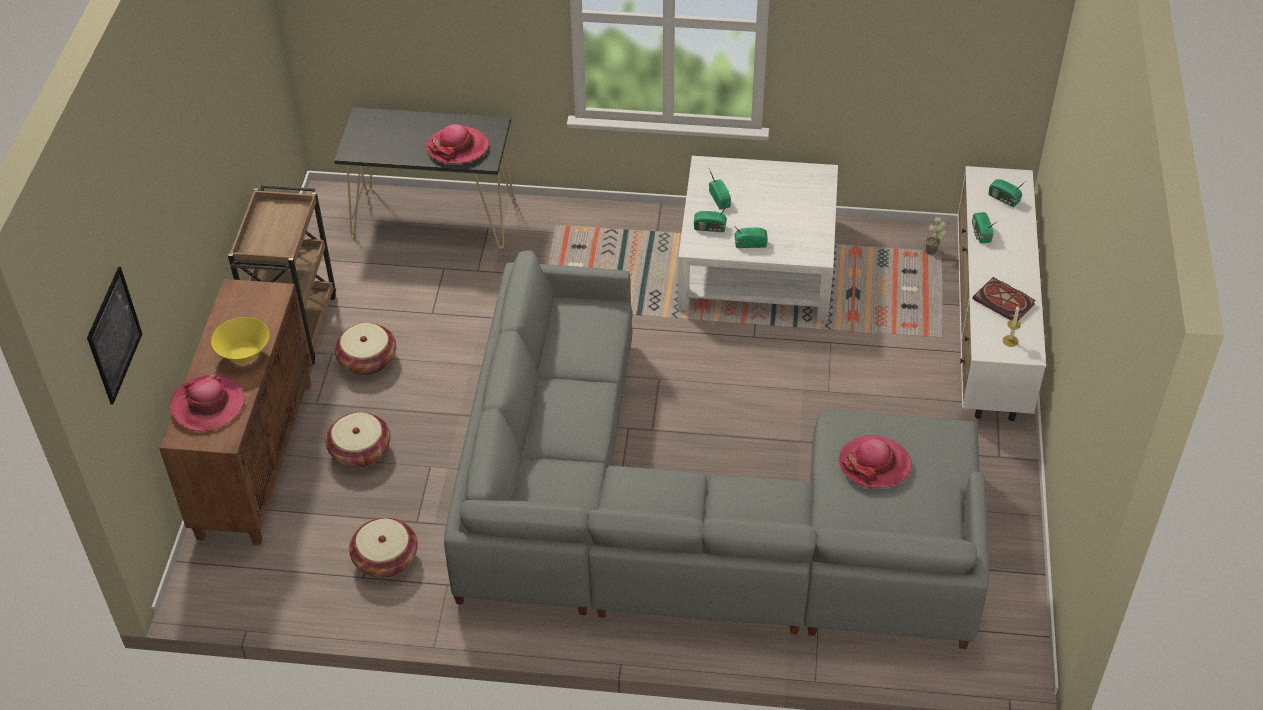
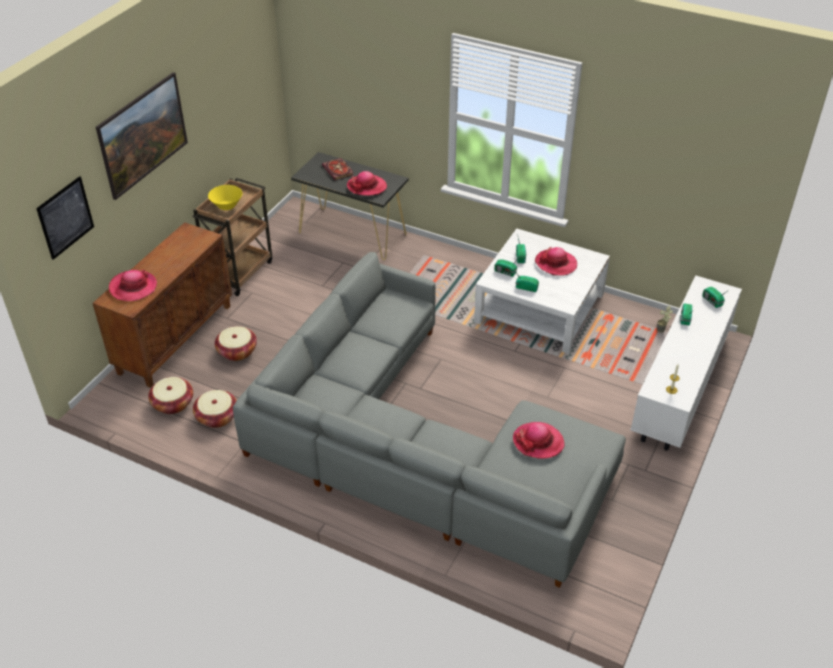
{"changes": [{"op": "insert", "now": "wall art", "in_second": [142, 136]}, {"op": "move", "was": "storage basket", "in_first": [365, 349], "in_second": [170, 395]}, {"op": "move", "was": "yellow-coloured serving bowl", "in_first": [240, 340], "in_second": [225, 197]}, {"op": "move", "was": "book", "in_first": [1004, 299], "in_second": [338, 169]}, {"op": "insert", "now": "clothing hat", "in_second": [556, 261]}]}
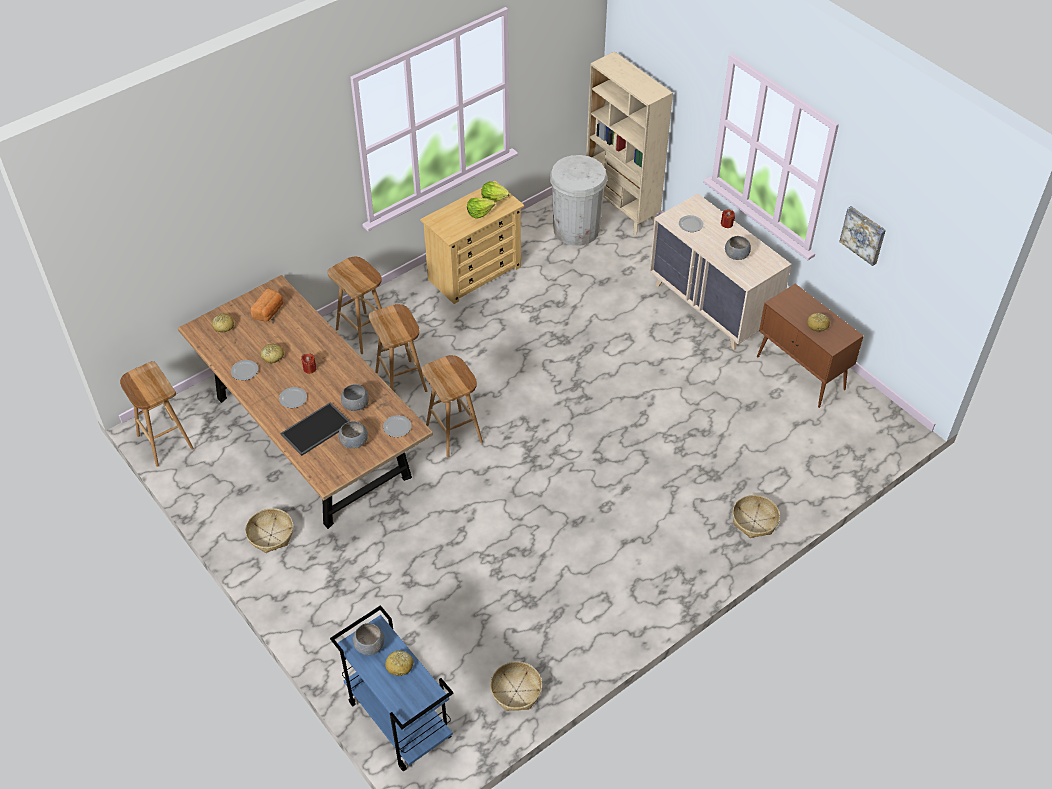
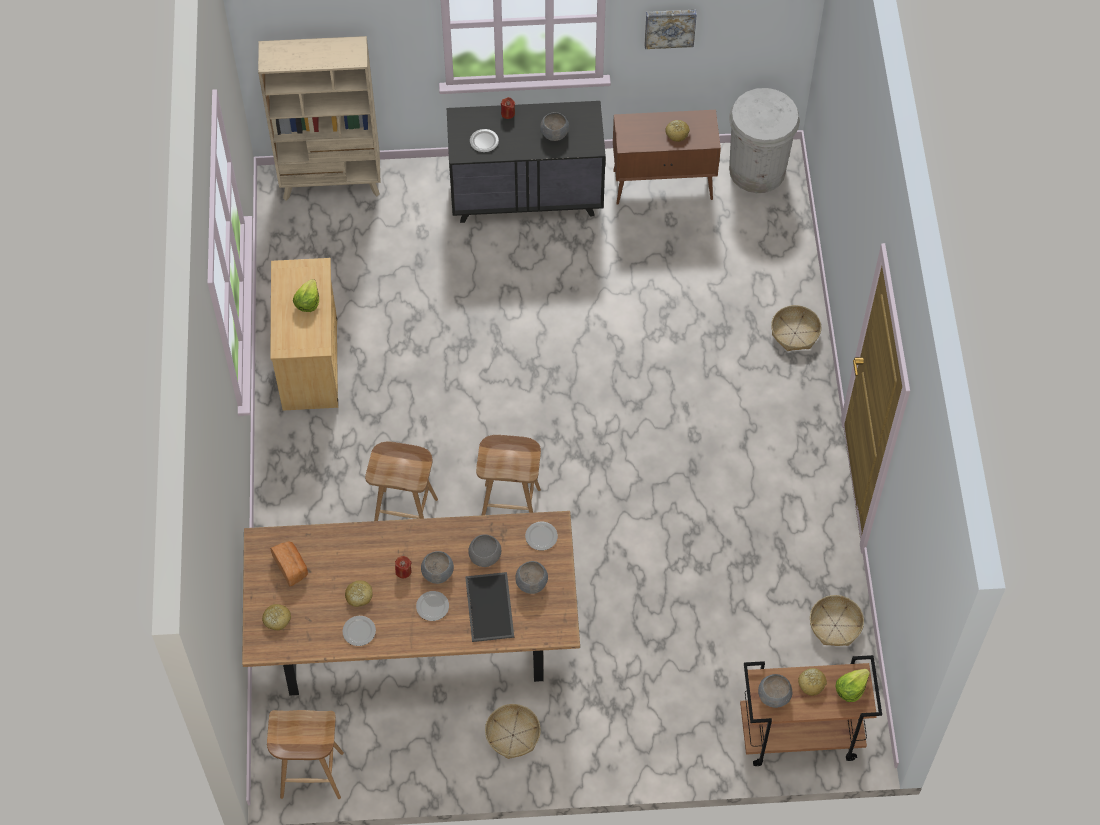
{"changes": [{"op": "insert", "now": "grey serving bowl", "in_second": [437, 567]}, {"op": "recolor", "was": "beige drawer chest", "now": "black-coloured drawer chest", "in_first": [720, 271], "in_second": [526, 162]}, {"op": "move", "was": "whitish waste bin", "in_first": [578, 200], "in_second": [764, 140]}, {"op": "recolor", "was": "blue trolley", "now": "brownish trolley", "in_first": [391, 688], "in_second": [811, 710]}, {"op": "move", "was": "lettuce head", "in_first": [496, 191], "in_second": [853, 685]}, {"op": "delete", "was": "brownish stool seat", "in_first": [354, 305]}]}
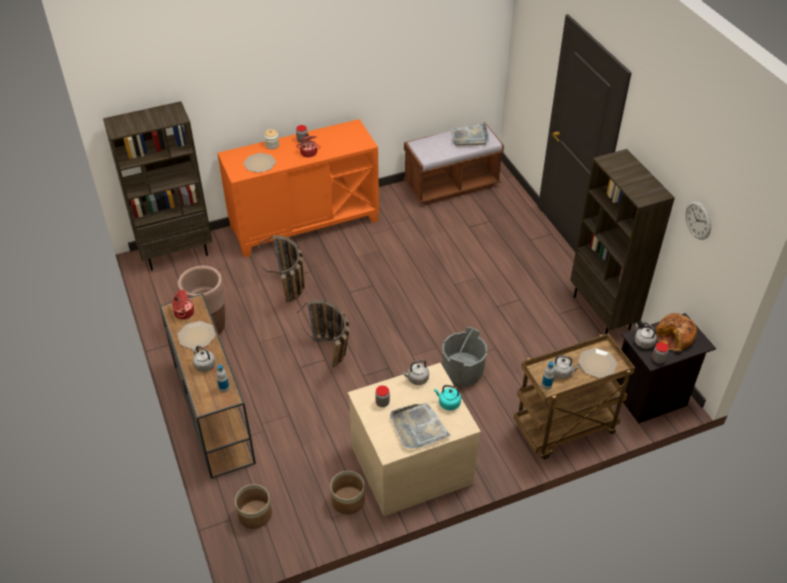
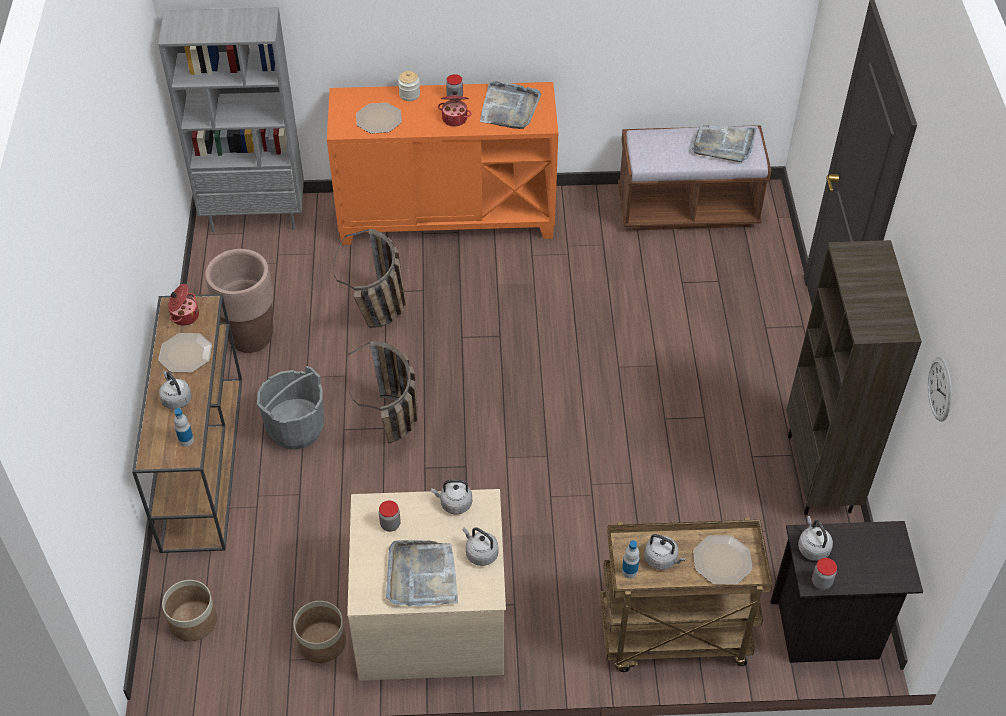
{"changes": [{"op": "recolor", "was": "brownish bookshelf", "now": "grey bookshelf", "in_first": [157, 186], "in_second": [231, 119]}, {"op": "move", "was": "grey water bucket", "in_first": [464, 357], "in_second": [290, 408]}, {"op": "recolor", "was": "blue-green tea kettle", "now": "grey tea kettle", "in_first": [447, 397], "in_second": [481, 546]}, {"op": "insert", "now": "grey serving tray", "in_second": [510, 105]}, {"op": "delete", "was": "bakery bread", "in_first": [676, 332]}]}
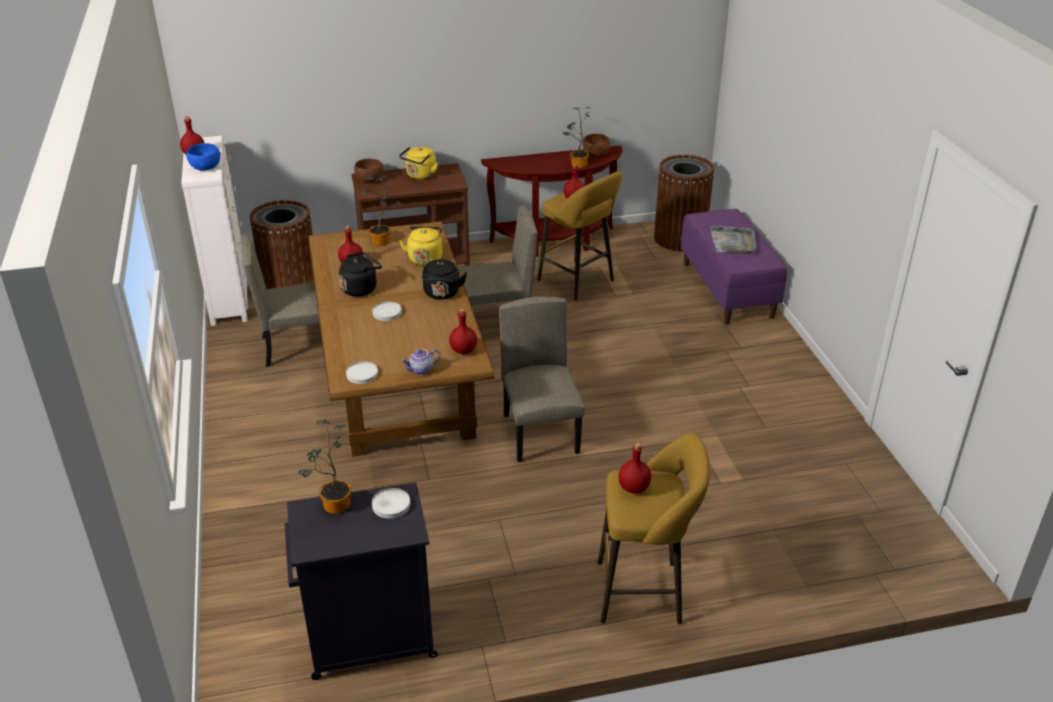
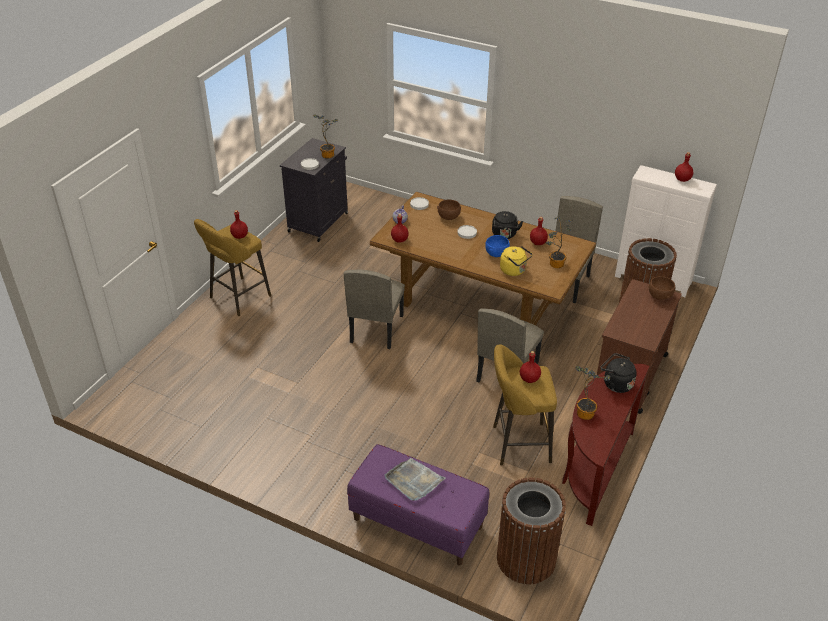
{"changes": [{"op": "rotate", "was": "beige upright chair", "in_first": [542, 379], "in_second": [374, 309], "clockwise": 75}, {"op": "move", "was": "brownish serving bowl", "in_first": [596, 145], "in_second": [449, 210]}, {"op": "move", "was": "blue serving bowl", "in_first": [203, 157], "in_second": [497, 246]}, {"op": "move", "was": "black-coloured tea kettle", "in_first": [444, 279], "in_second": [619, 373]}, {"op": "delete", "was": "yellow-coloured tea kettle", "in_first": [418, 163]}]}
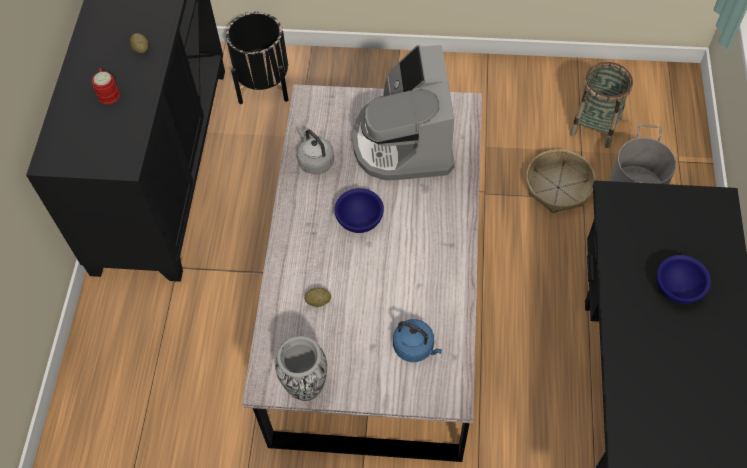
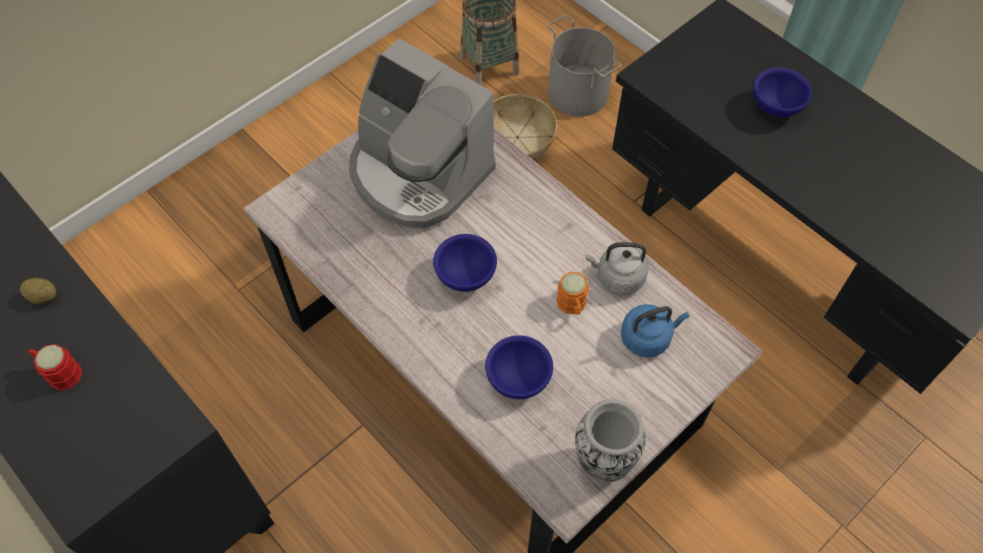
{"changes": [{"op": "replace", "was": "potato", "now": "blue serving bowl", "in_first": [317, 297], "in_second": [519, 367]}, {"op": "insert", "now": "orange-coloured coffee mug", "in_second": [572, 293]}, {"op": "move", "was": "grey tea kettle", "in_first": [315, 151], "in_second": [617, 268]}, {"op": "delete", "was": "black-coloured flower pot", "in_first": [257, 58]}]}
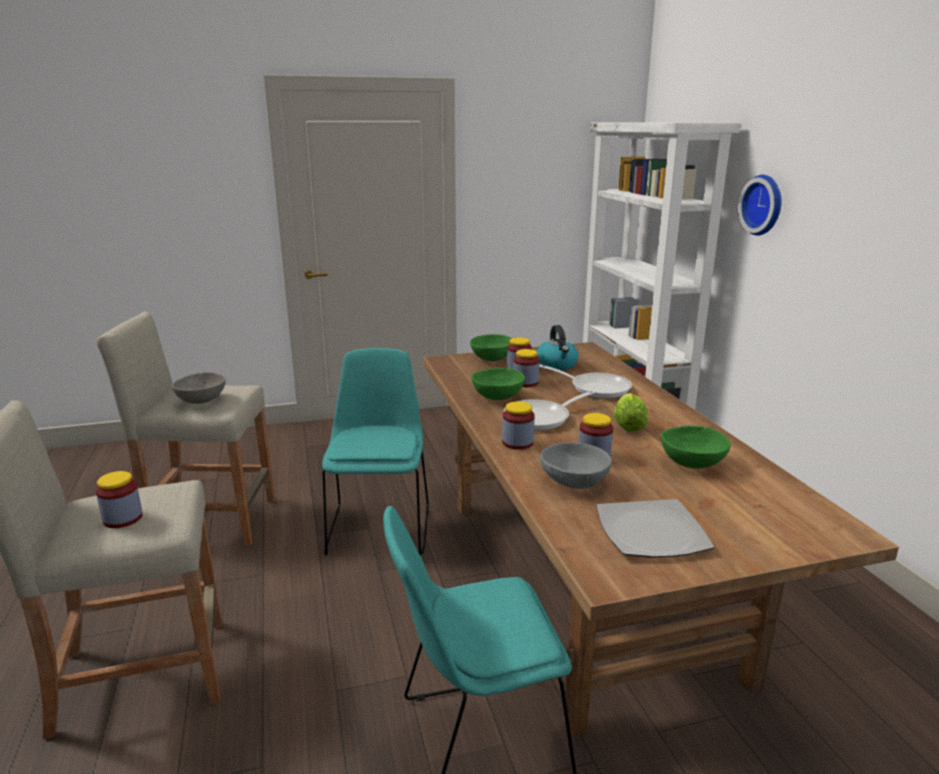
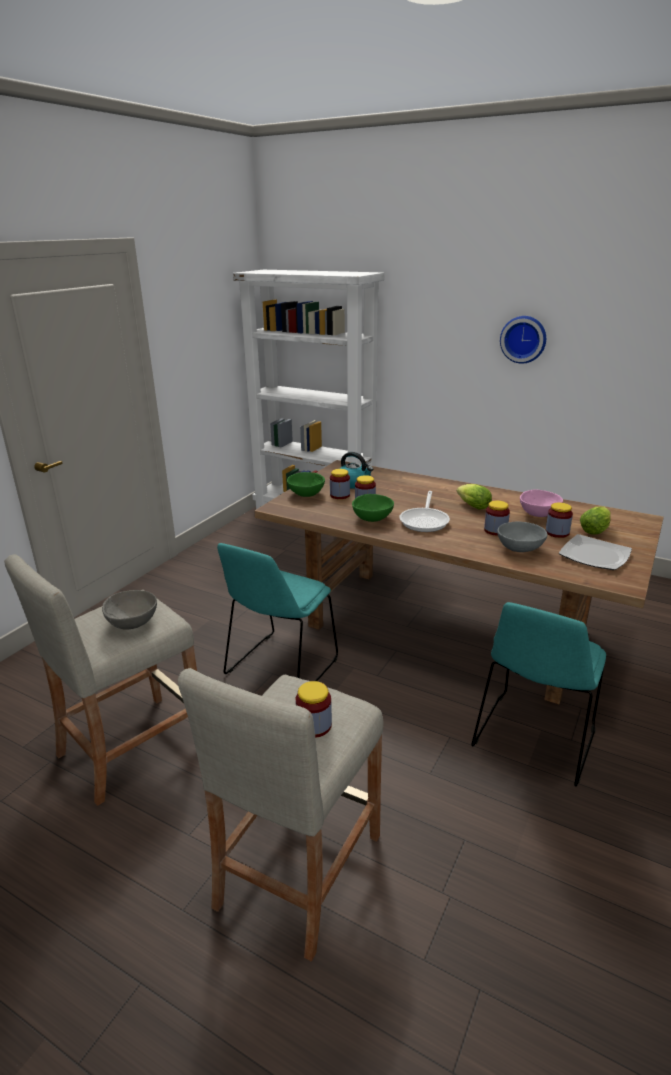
{"changes": [{"op": "rotate", "was": "blue-green upright chair", "in_first": [375, 452], "in_second": [277, 612], "clockwise": -105}, {"op": "move", "was": "wall clock", "in_first": [760, 205], "in_second": [523, 340]}, {"op": "recolor", "was": "green-coloured serving bowl", "now": "pinkish serving bowl", "in_first": [696, 447], "in_second": [541, 503]}, {"op": "move", "was": "preserve jar", "in_first": [518, 425], "in_second": [559, 520]}, {"op": "insert", "now": "lettuce head", "in_second": [595, 521]}, {"op": "delete", "was": "frying pan", "in_first": [585, 381]}]}
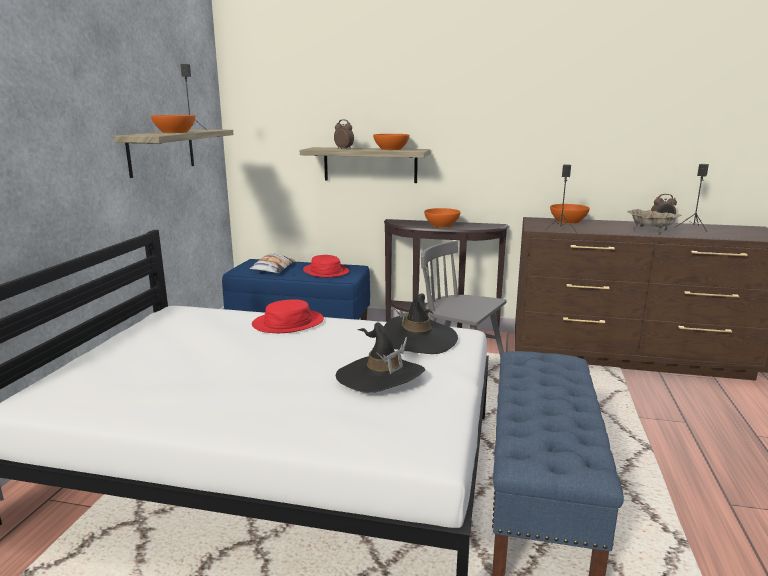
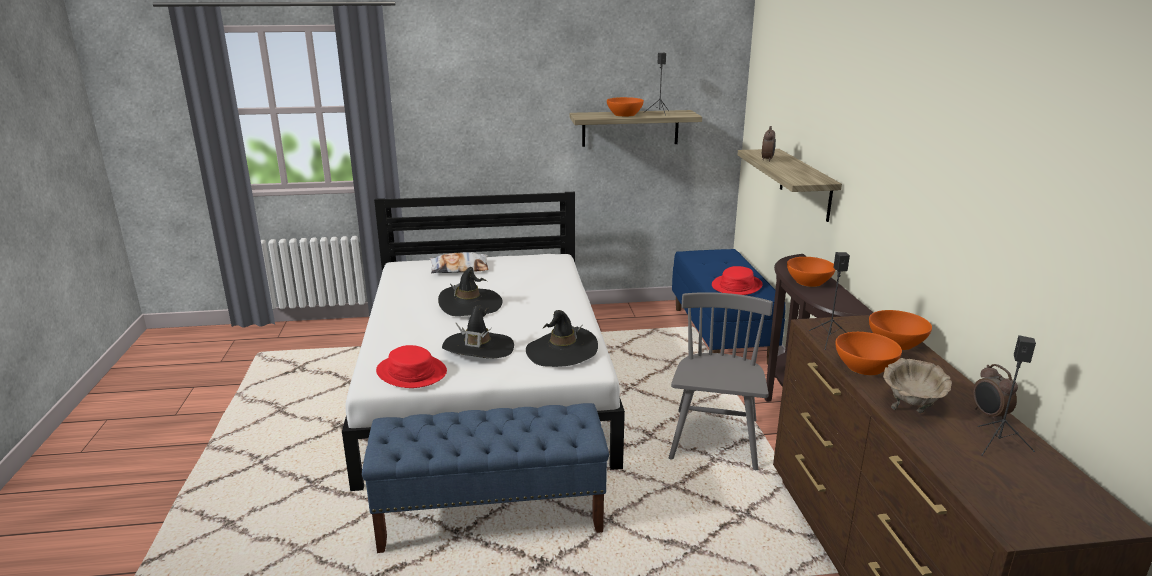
{"changes": [{"op": "move", "was": "red-coloured clothing hat", "in_first": [288, 316], "in_second": [411, 366]}, {"op": "move", "was": "throw pillow", "in_first": [272, 263], "in_second": [459, 262]}, {"op": "insert", "now": "black-coloured clothing hat", "in_second": [470, 291]}, {"op": "move", "was": "orange-coloured serving bowl", "in_first": [391, 142], "in_second": [868, 353]}]}
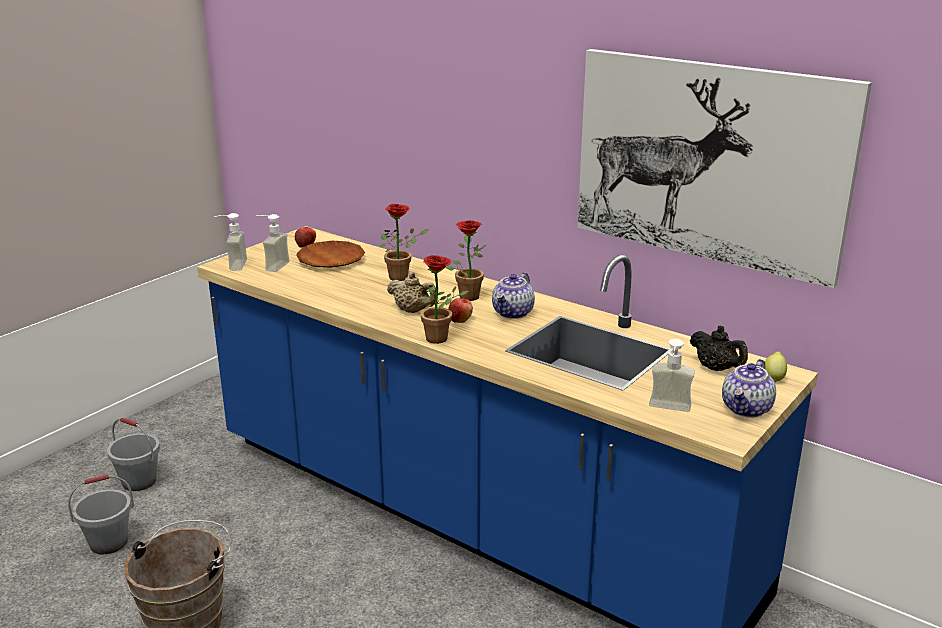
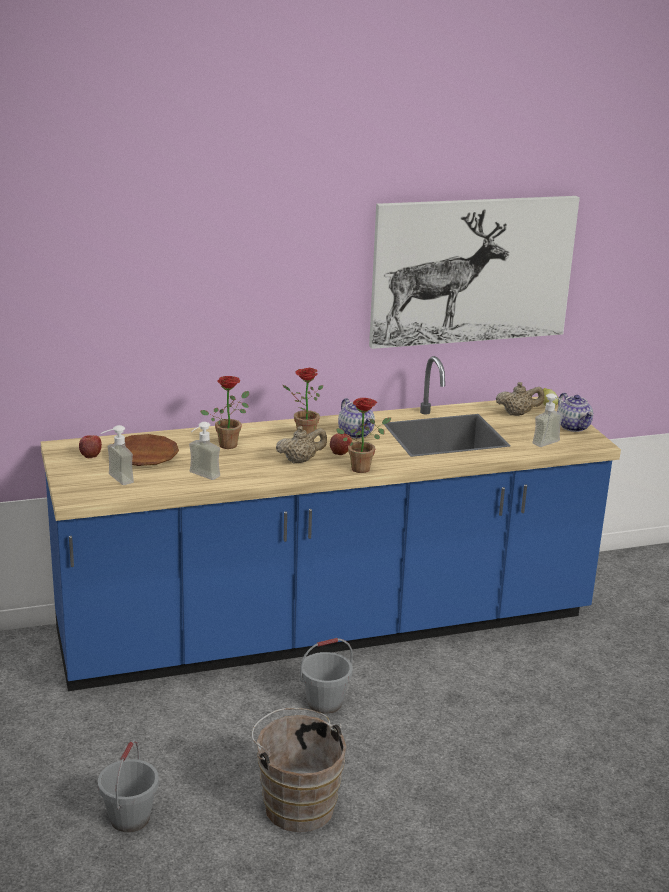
{"changes": [{"op": "move", "was": "soap dispenser", "in_first": [230, 242], "in_second": [204, 451]}, {"op": "move", "was": "grey water bucket", "in_first": [133, 454], "in_second": [326, 676]}, {"op": "recolor", "was": "black-coloured pot for tea", "now": "beige pot for tea", "in_first": [719, 348], "in_second": [520, 399]}]}
